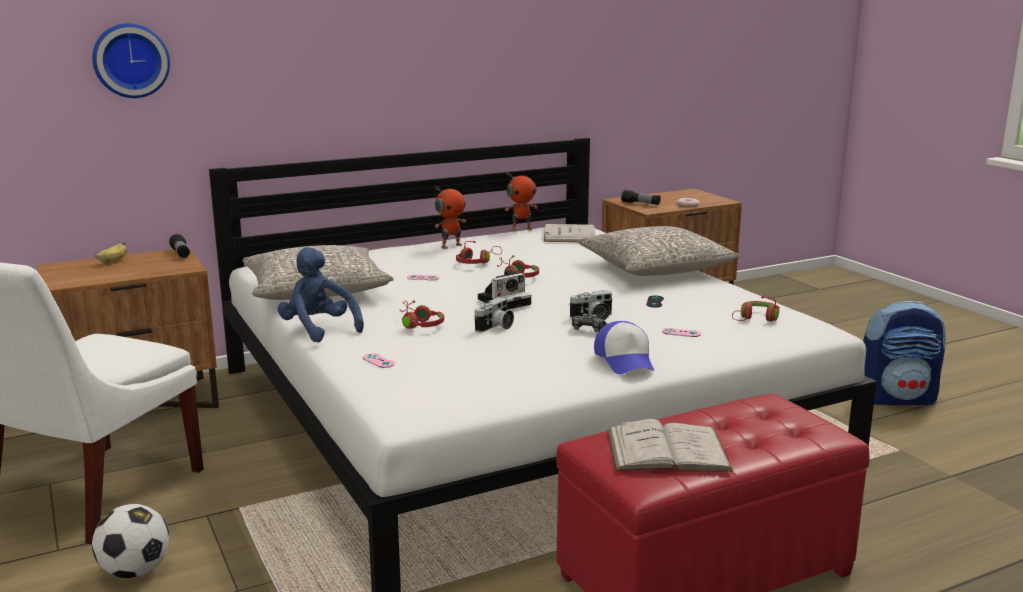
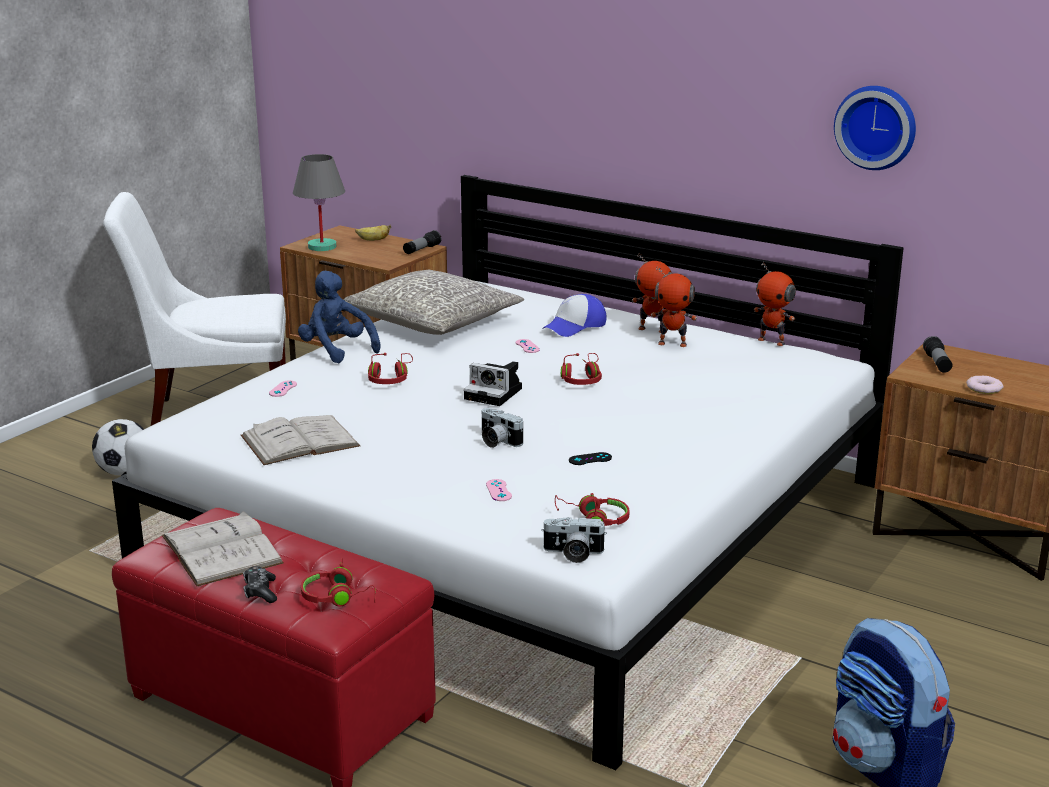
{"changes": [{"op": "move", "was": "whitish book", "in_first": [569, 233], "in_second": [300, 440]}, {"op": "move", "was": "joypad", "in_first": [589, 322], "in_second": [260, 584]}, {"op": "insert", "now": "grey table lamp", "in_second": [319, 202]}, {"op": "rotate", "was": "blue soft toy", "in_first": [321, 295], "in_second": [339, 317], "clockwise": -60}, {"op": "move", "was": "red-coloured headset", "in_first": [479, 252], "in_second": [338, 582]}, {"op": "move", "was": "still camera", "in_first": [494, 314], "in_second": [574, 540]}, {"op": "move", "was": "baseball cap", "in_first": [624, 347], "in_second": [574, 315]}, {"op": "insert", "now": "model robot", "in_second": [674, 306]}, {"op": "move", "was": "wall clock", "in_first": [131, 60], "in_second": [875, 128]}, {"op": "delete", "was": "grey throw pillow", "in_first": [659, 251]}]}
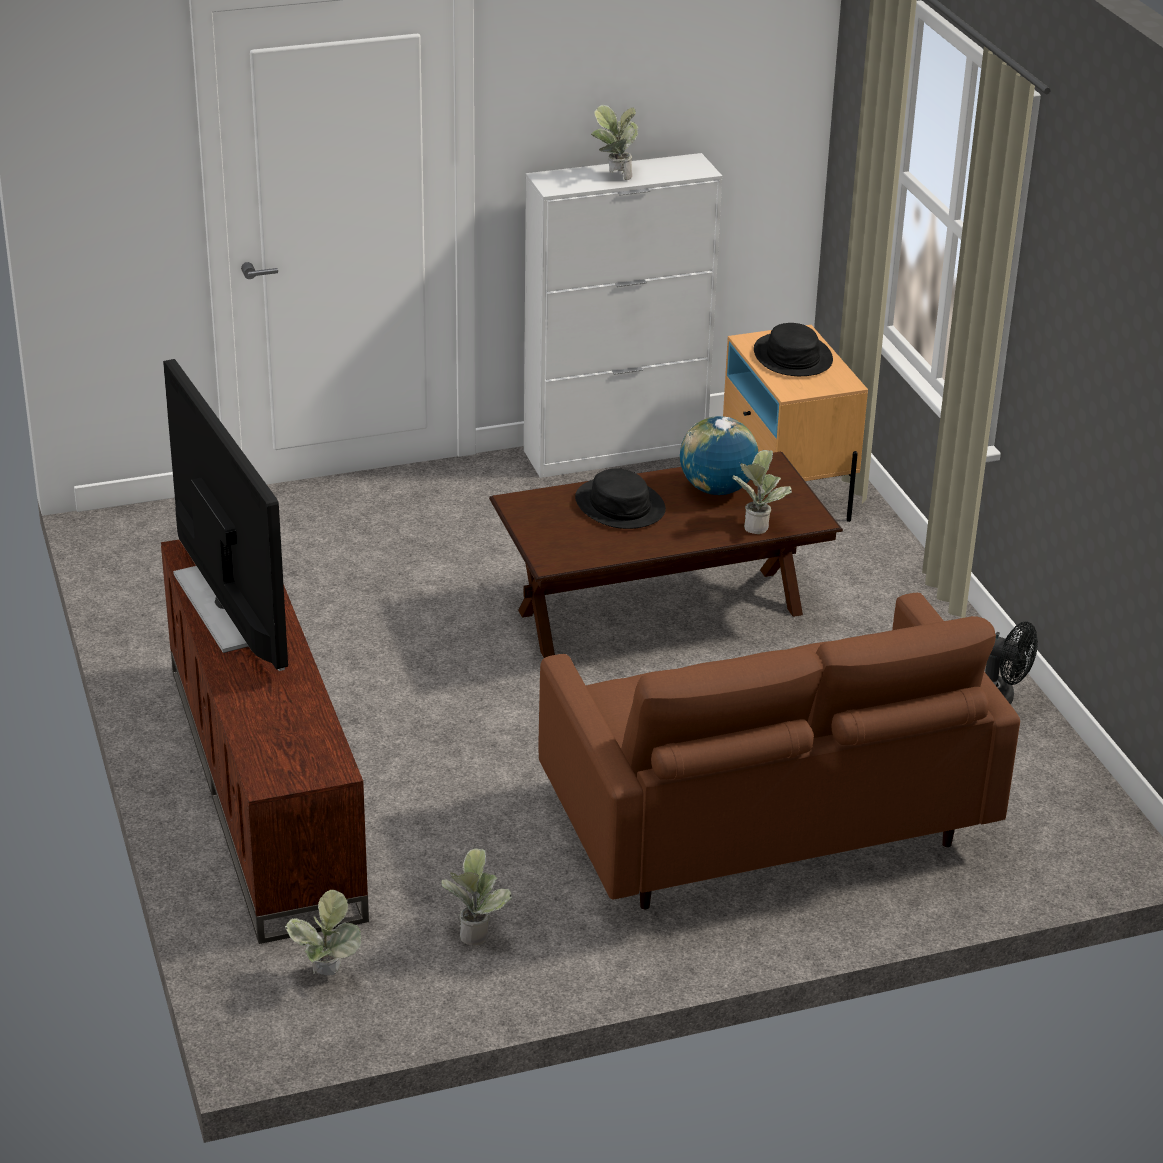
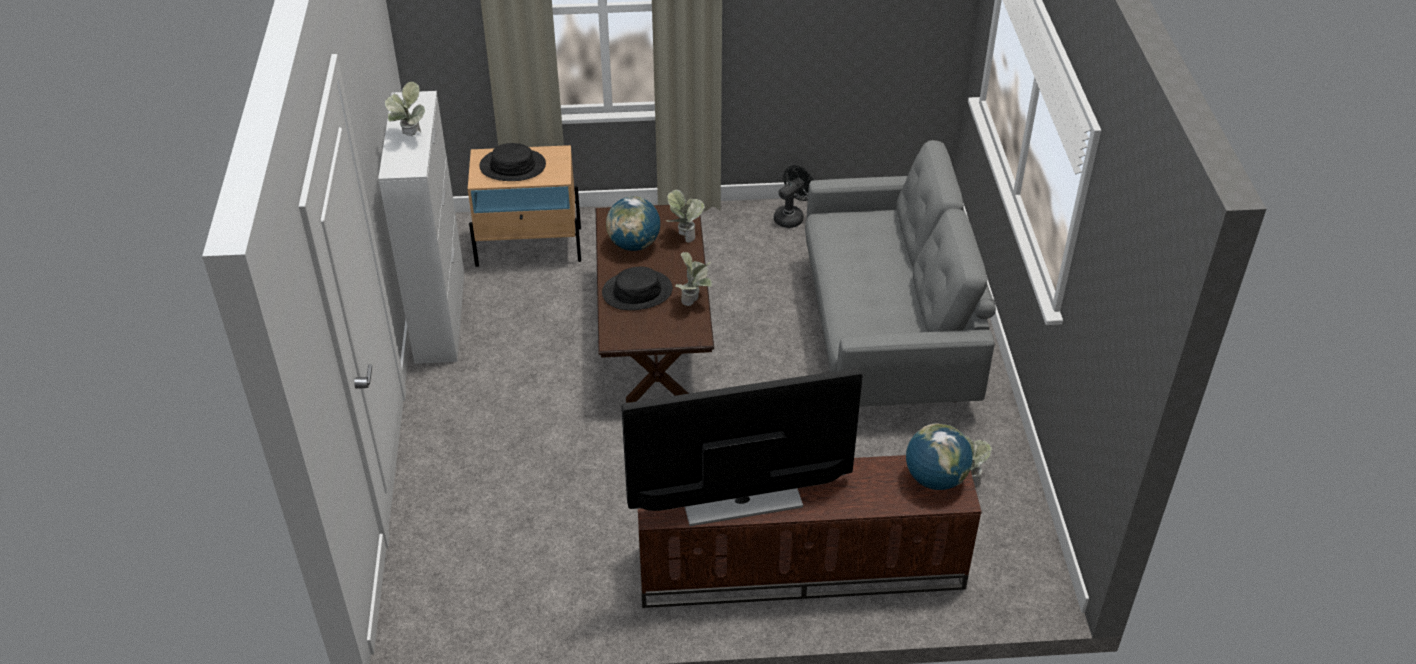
{"changes": [{"op": "move", "was": "plant in a pot", "in_first": [323, 932], "in_second": [694, 279]}, {"op": "recolor", "was": "brownish settee", "now": "grey settee", "in_first": [779, 751], "in_second": [900, 273]}, {"op": "insert", "now": "desk globe", "in_second": [939, 456]}]}
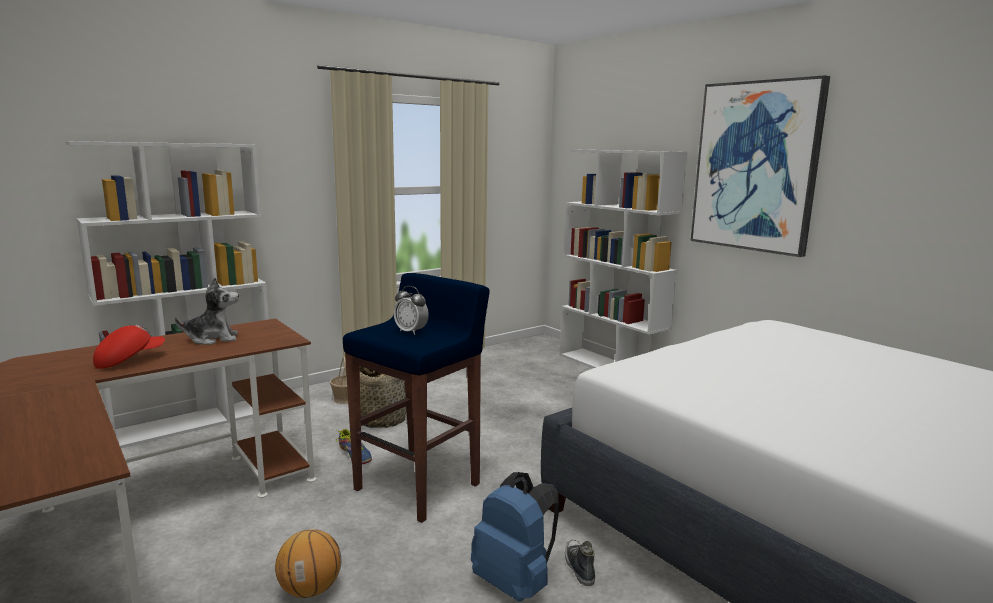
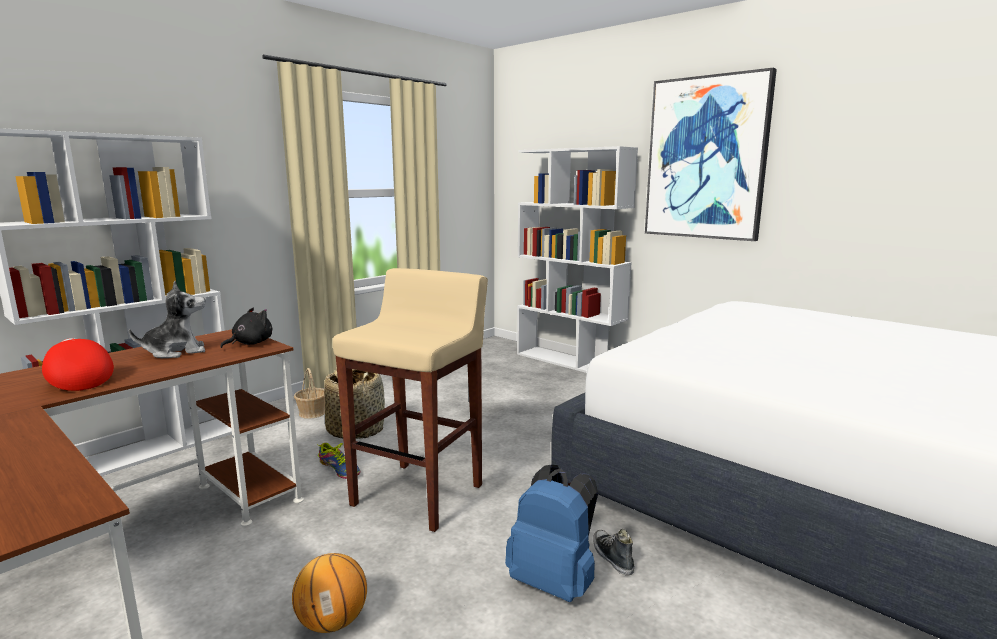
{"changes": [{"op": "rotate", "was": "red-coloured baseball cap", "in_first": [129, 347], "in_second": [78, 364], "clockwise": -75}, {"op": "insert", "now": "black-coloured soft toy", "in_second": [246, 328]}, {"op": "recolor", "was": "blue stool seat", "now": "beige stool seat", "in_first": [416, 398], "in_second": [410, 400]}, {"op": "delete", "was": "bedside clock", "in_first": [411, 310]}]}
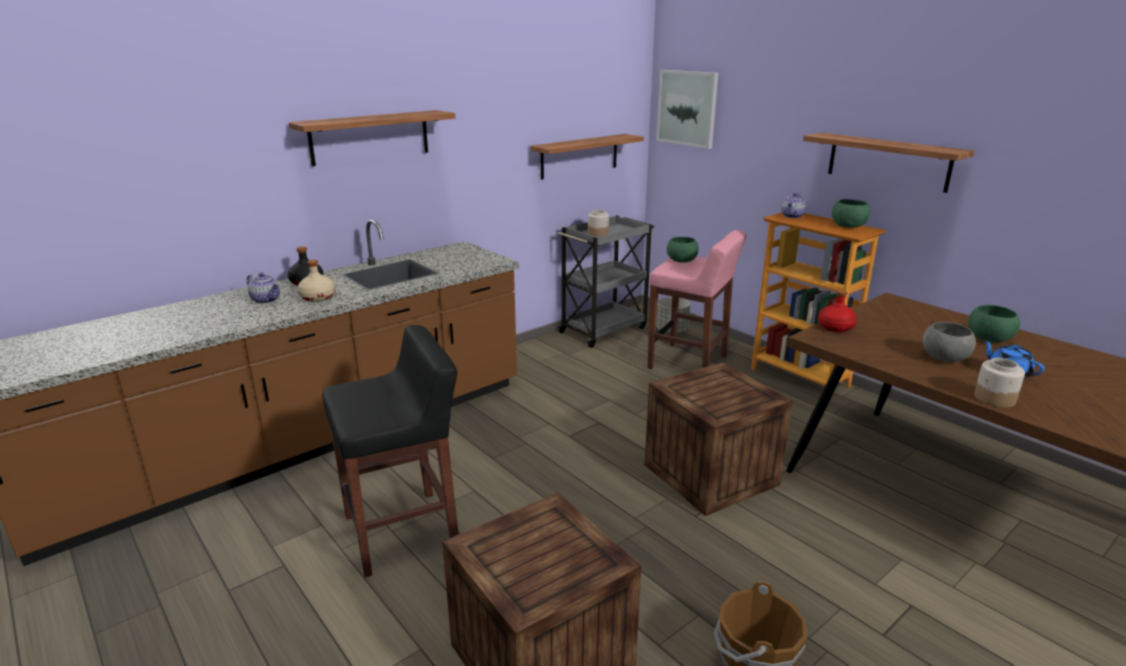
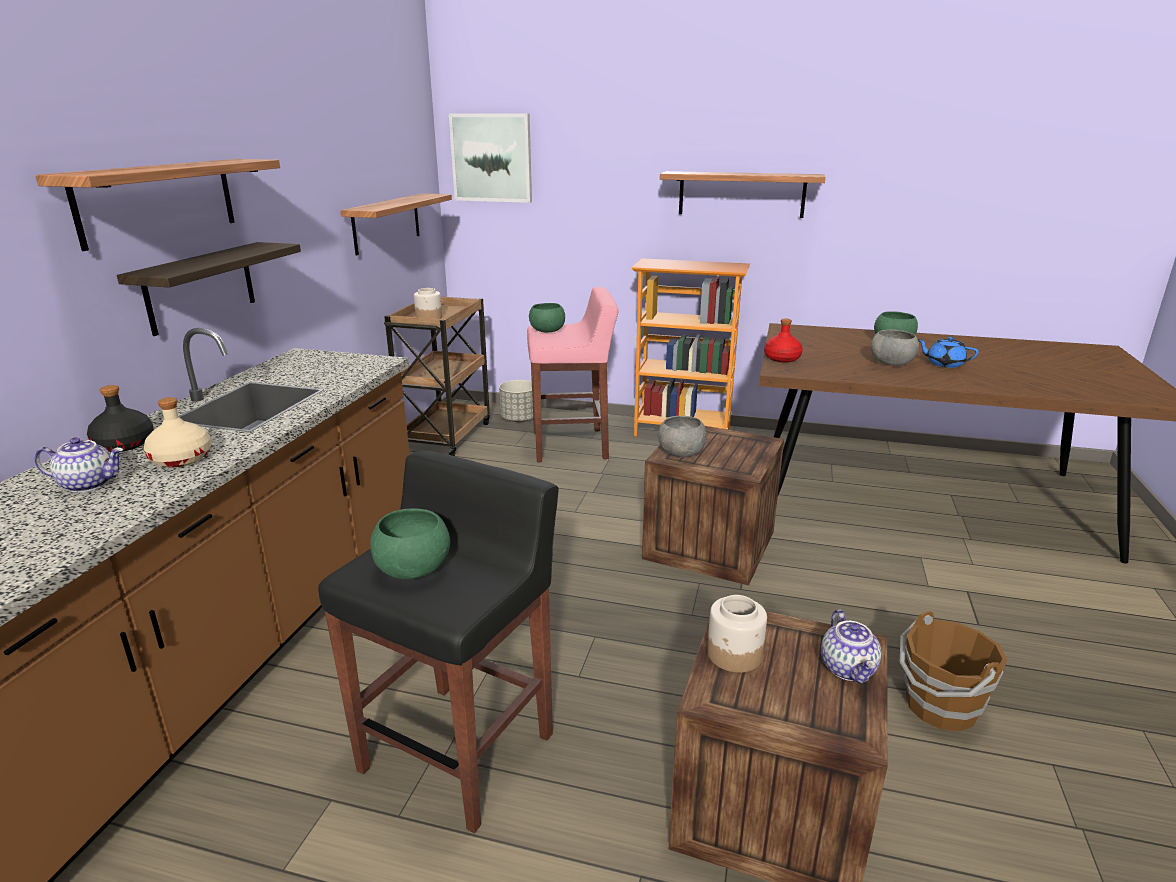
{"changes": [{"op": "insert", "now": "shelf", "in_second": [209, 289]}, {"op": "move", "was": "green-coloured serving bowl", "in_first": [851, 213], "in_second": [410, 544]}, {"op": "recolor", "was": "grey trolley", "now": "brownish trolley", "in_first": [605, 281], "in_second": [437, 376]}, {"op": "insert", "now": "grey serving bowl", "in_second": [682, 436]}, {"op": "move", "was": "preserve jar", "in_first": [999, 383], "in_second": [737, 634]}, {"op": "move", "was": "pot for tea", "in_first": [793, 205], "in_second": [851, 646]}]}
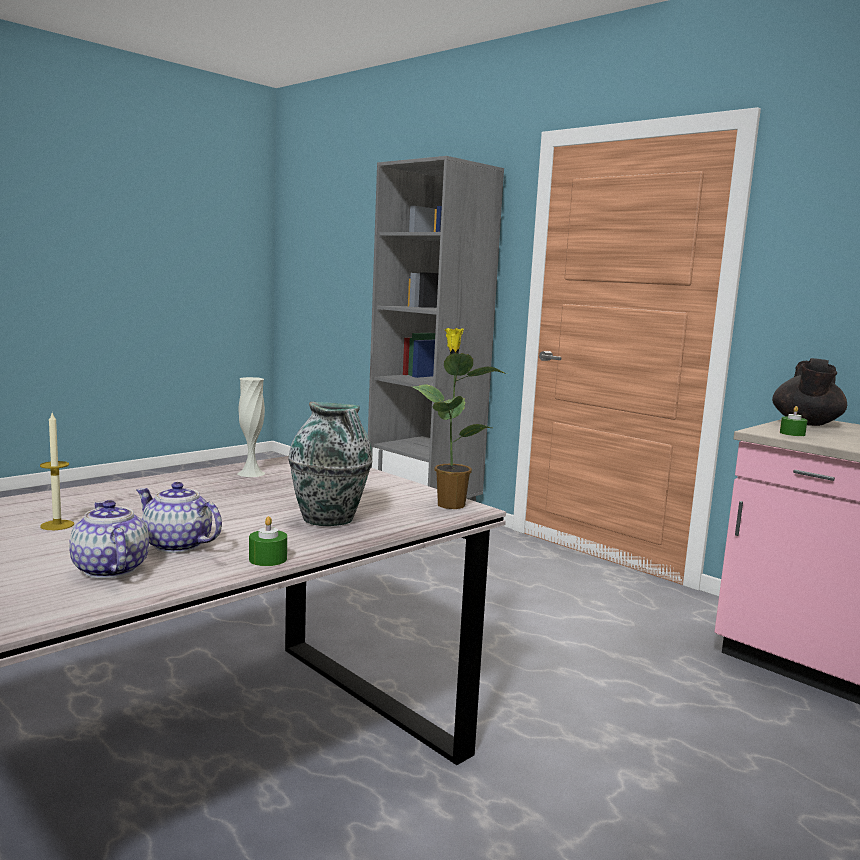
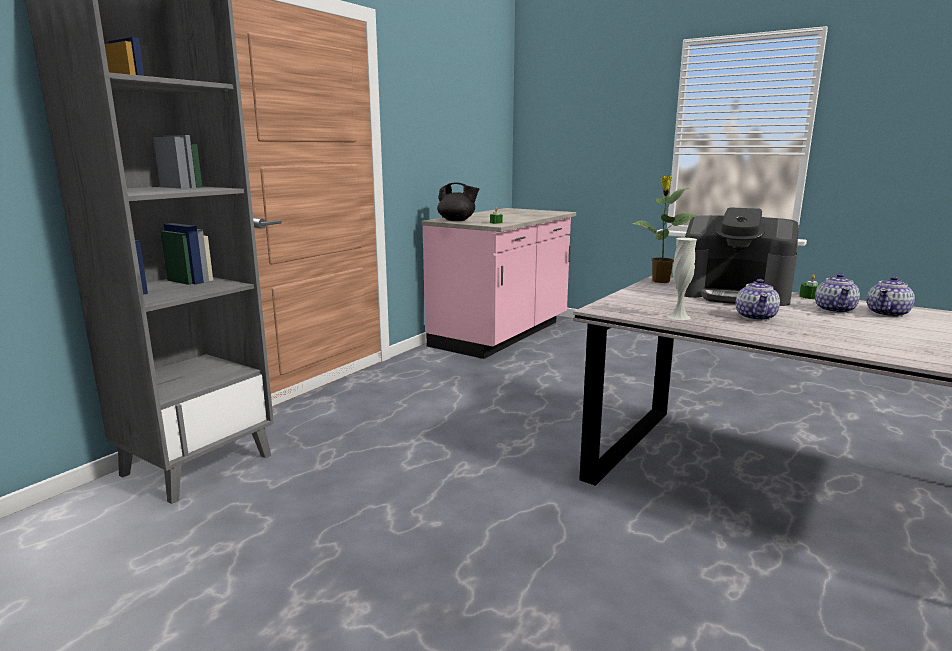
{"changes": [{"op": "replace", "was": "decorative vase", "now": "coffee maker", "in_first": [330, 464], "in_second": [741, 256]}, {"op": "insert", "now": "pot for tea", "in_second": [758, 300]}, {"op": "delete", "was": "wax light", "in_first": [57, 471]}]}
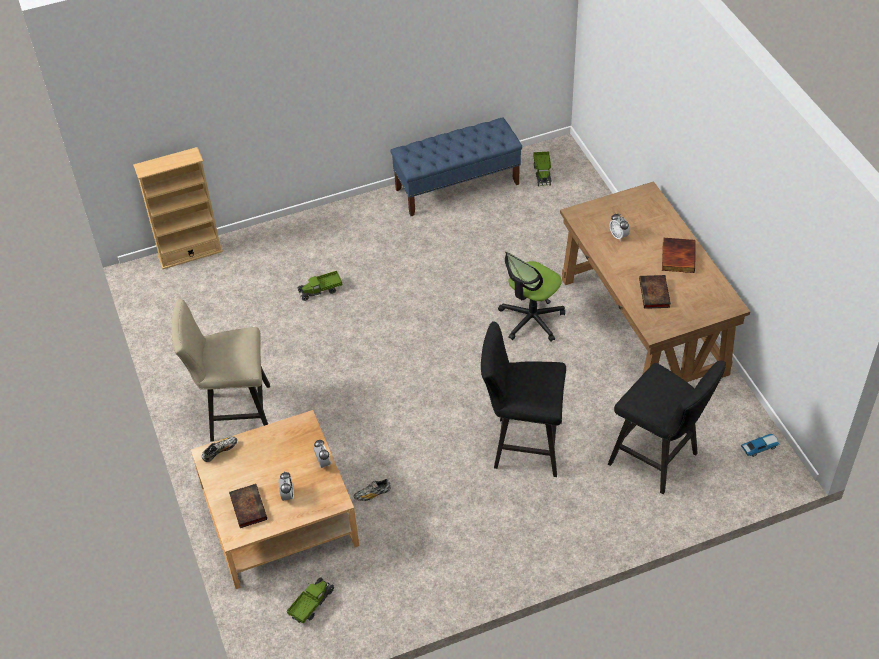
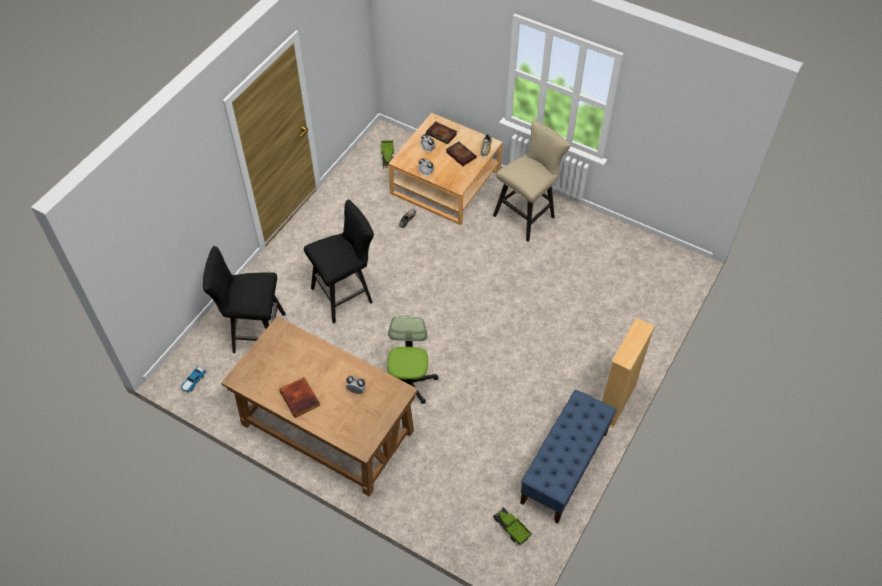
{"changes": [{"op": "move", "was": "book", "in_first": [655, 292], "in_second": [461, 153]}, {"op": "move", "was": "beige bookshelf", "in_first": [178, 208], "in_second": [628, 373]}, {"op": "delete", "was": "toy lorry", "in_first": [320, 286]}]}
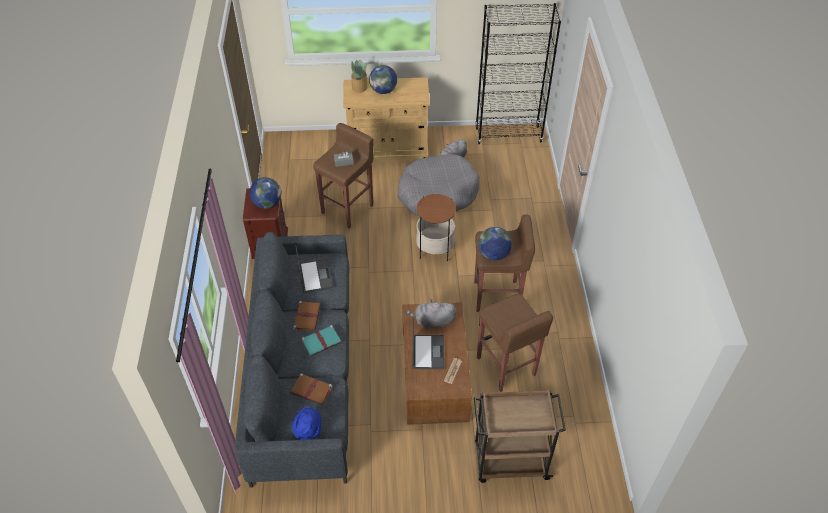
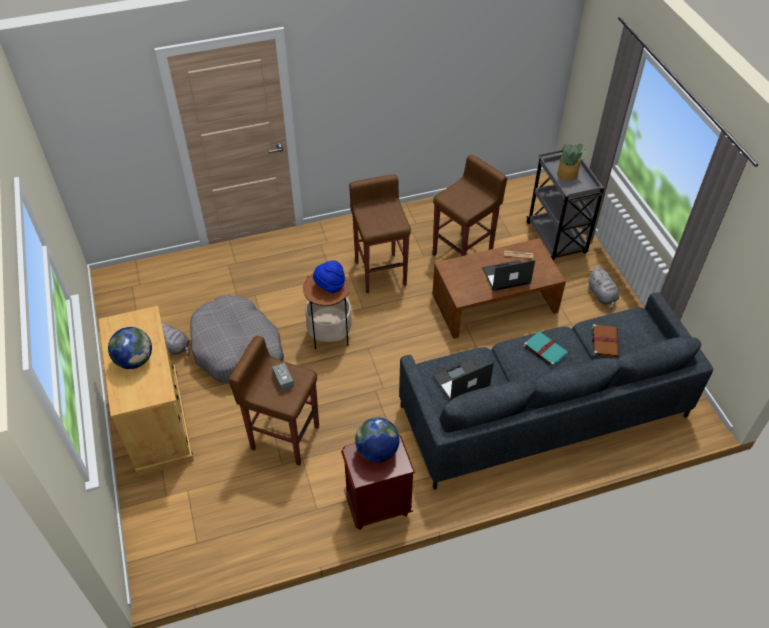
{"changes": [{"op": "move", "was": "blue clothing hat", "in_first": [306, 423], "in_second": [329, 276]}, {"op": "recolor", "was": "brownish trolley", "now": "grey trolley", "in_first": [520, 436], "in_second": [565, 205]}, {"op": "move", "was": "plant in a pot", "in_first": [359, 76], "in_second": [572, 162]}, {"op": "move", "was": "grey soft toy", "in_first": [431, 314], "in_second": [604, 288]}, {"op": "delete", "was": "brownish book", "in_first": [307, 316]}, {"op": "delete", "was": "black-coloured bookshelf", "in_first": [518, 73]}, {"op": "delete", "was": "desk globe", "in_first": [495, 243]}]}
